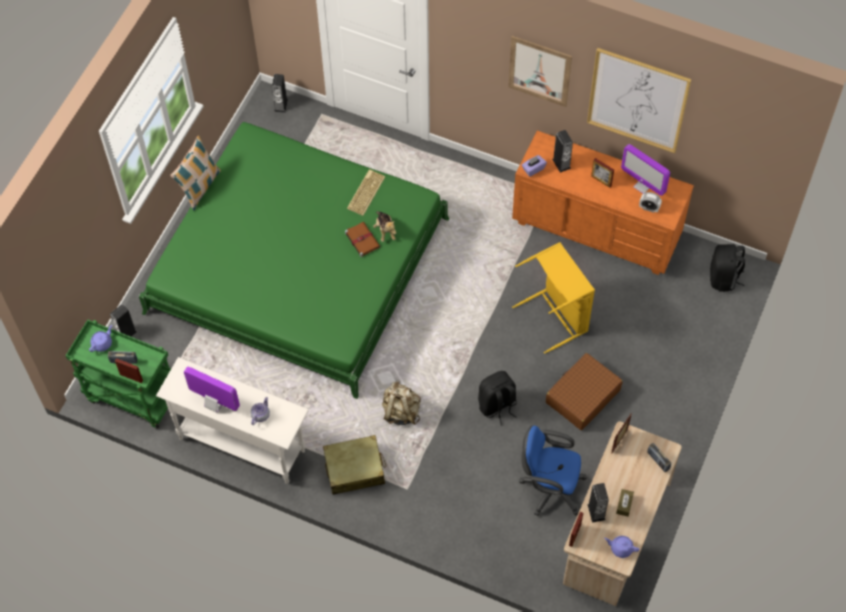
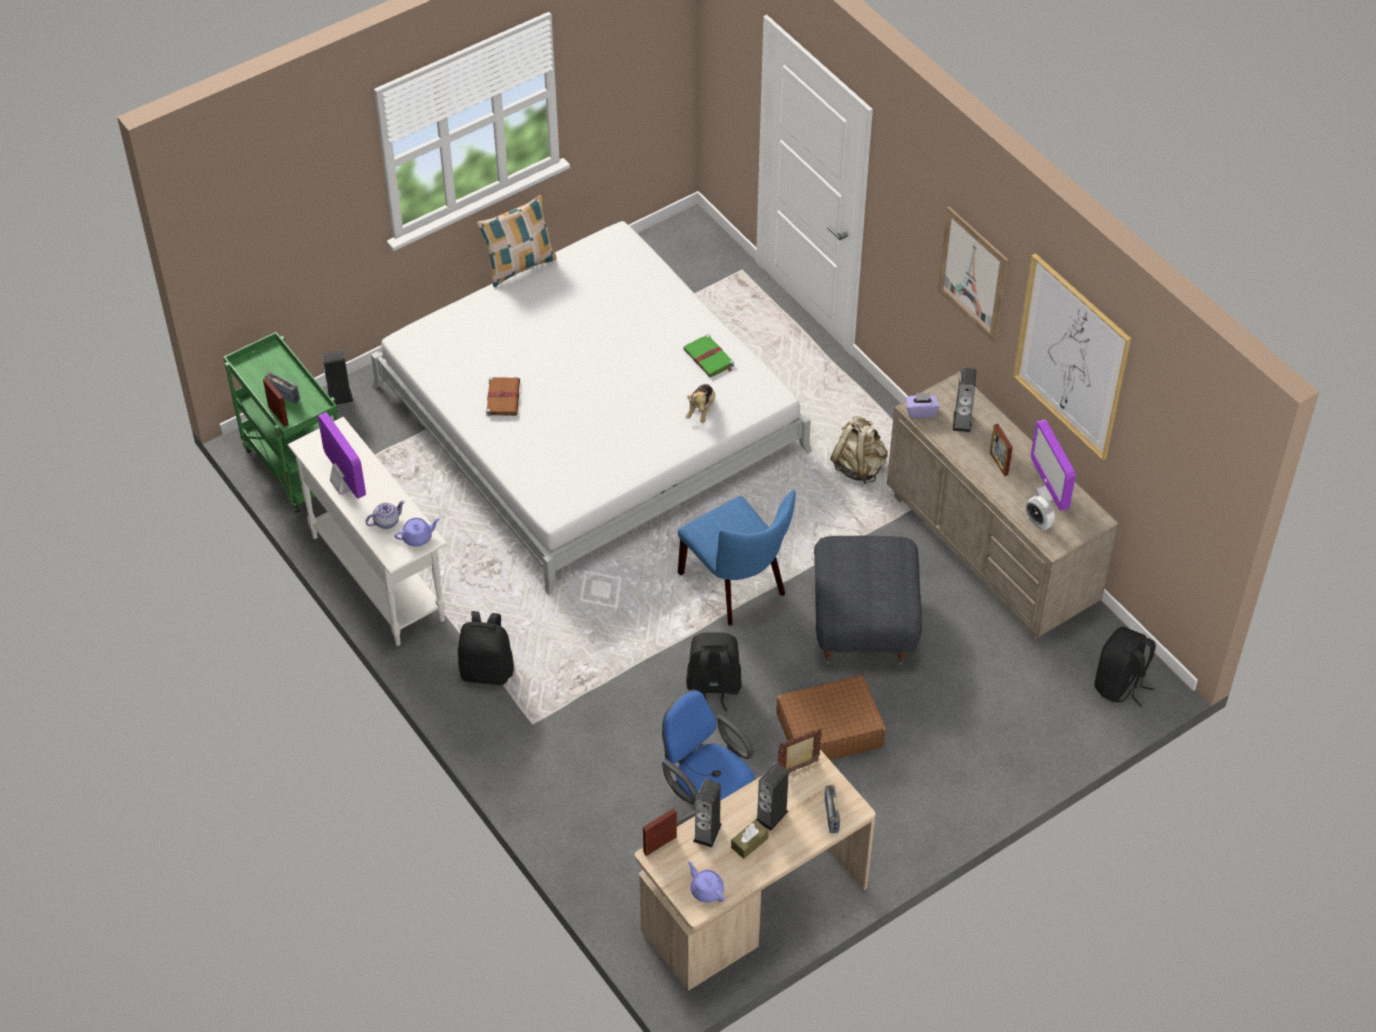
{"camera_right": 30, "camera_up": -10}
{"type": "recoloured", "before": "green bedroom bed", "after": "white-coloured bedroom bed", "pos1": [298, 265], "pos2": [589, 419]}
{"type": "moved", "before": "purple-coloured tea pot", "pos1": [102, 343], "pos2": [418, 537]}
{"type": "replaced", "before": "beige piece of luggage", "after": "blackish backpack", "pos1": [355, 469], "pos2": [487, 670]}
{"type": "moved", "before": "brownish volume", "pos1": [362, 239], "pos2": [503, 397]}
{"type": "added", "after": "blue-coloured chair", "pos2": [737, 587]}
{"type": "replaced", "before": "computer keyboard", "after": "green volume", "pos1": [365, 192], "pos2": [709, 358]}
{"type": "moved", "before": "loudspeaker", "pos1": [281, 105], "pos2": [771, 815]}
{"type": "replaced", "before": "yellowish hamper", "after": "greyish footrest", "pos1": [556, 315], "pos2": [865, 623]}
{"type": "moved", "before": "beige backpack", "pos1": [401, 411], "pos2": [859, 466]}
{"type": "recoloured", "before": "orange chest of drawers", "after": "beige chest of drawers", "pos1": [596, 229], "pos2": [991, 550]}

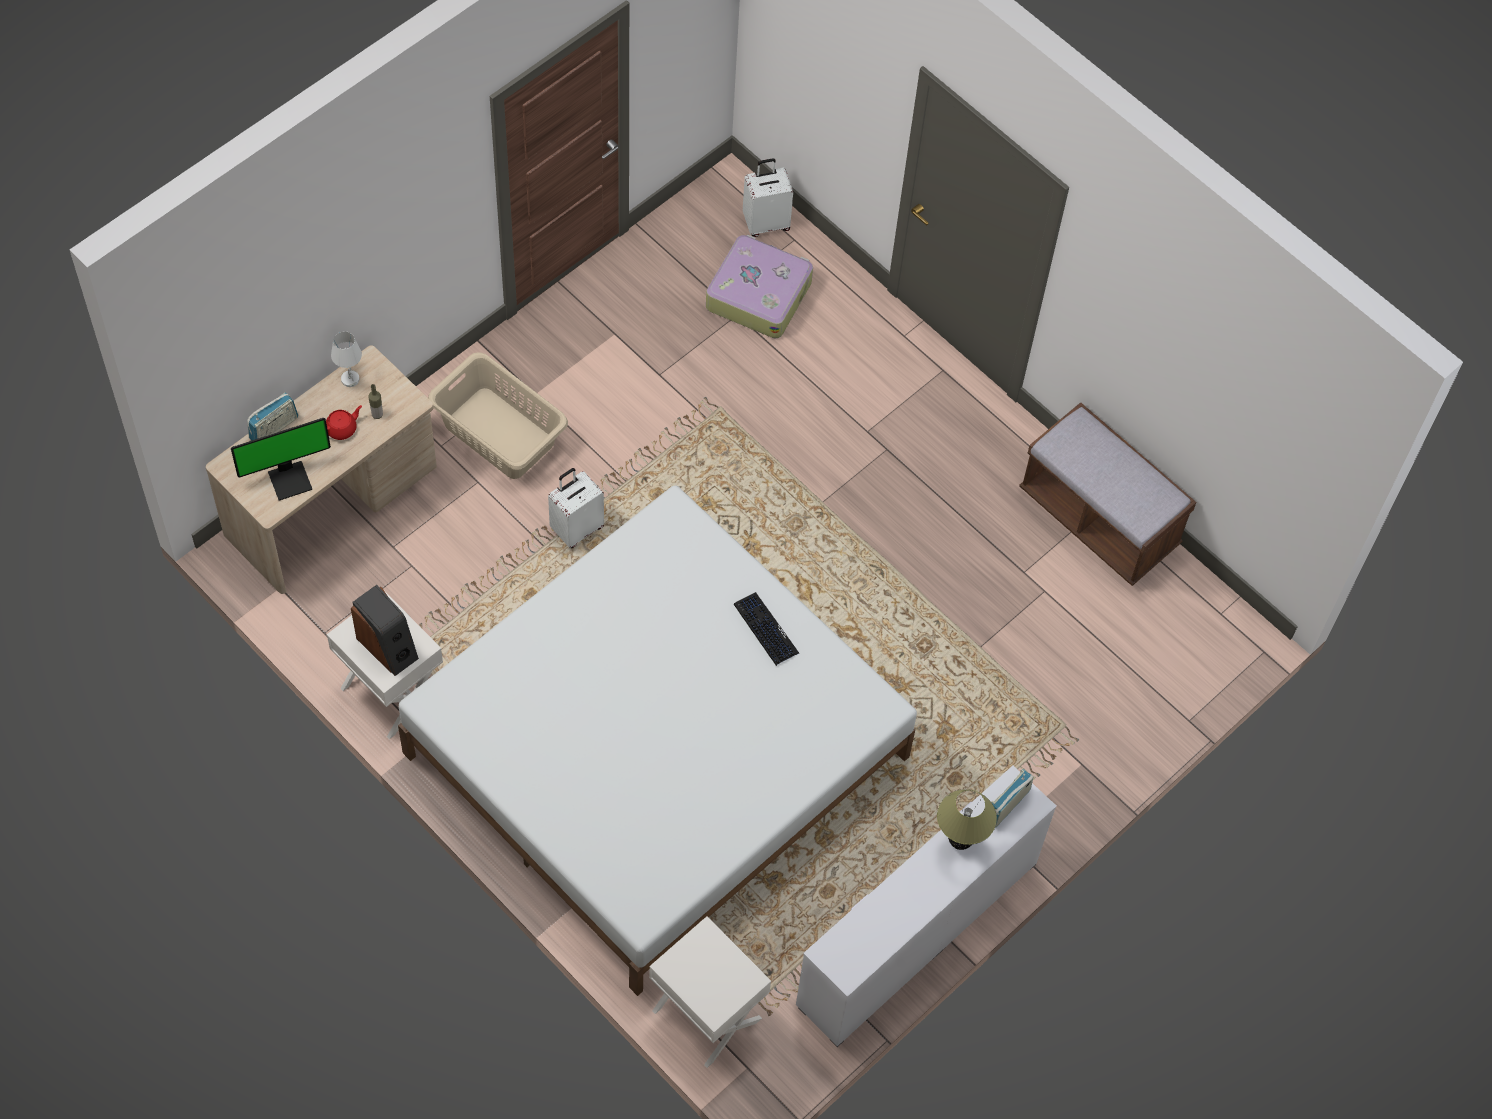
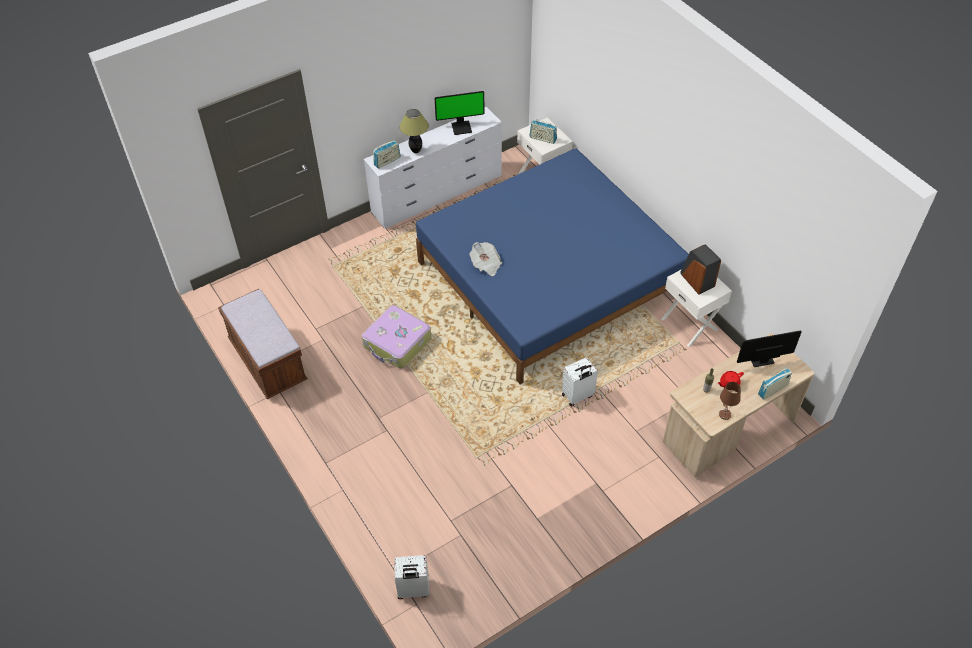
{"camera_right": -165, "camera_up": -10}
{"type": "moved", "before": "piece of luggage", "pos1": [758, 294], "pos2": [397, 343]}
{"type": "recoloured", "before": "white-coloured bedroom bed", "after": "blue-coloured bedroom bed", "pos1": [656, 754], "pos2": [549, 279]}
{"type": "added", "after": "computer screen", "pos2": [461, 127]}
{"type": "replaced", "before": "computer keyboard", "after": "daily paper", "pos1": [765, 629], "pos2": [486, 265]}
{"type": "added", "after": "radio receiver", "pos2": [543, 139]}
{"type": "recoloured", "before": "white-coloured lamp for a table", "after": "brownish lamp for a table", "pos1": [350, 379], "pos2": [724, 414]}
{"type": "removed", "before": "beige hamper", "pos1": [499, 432]}

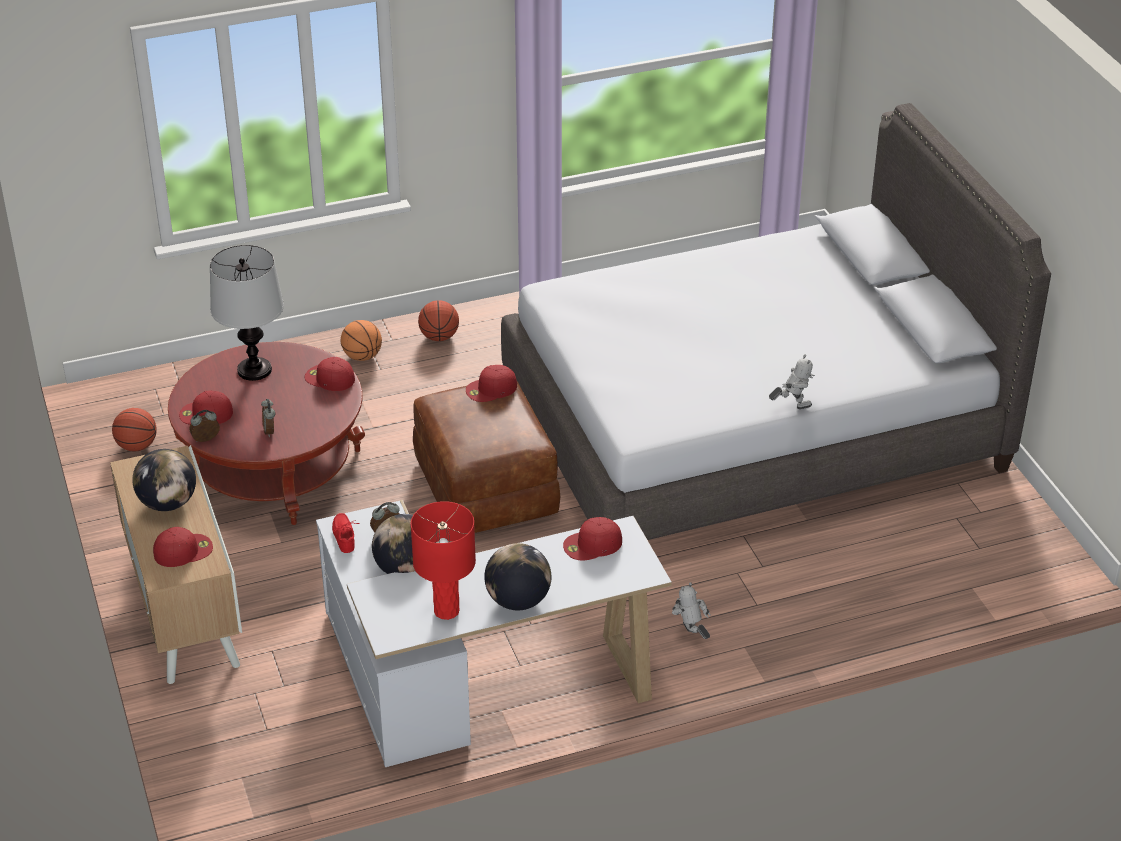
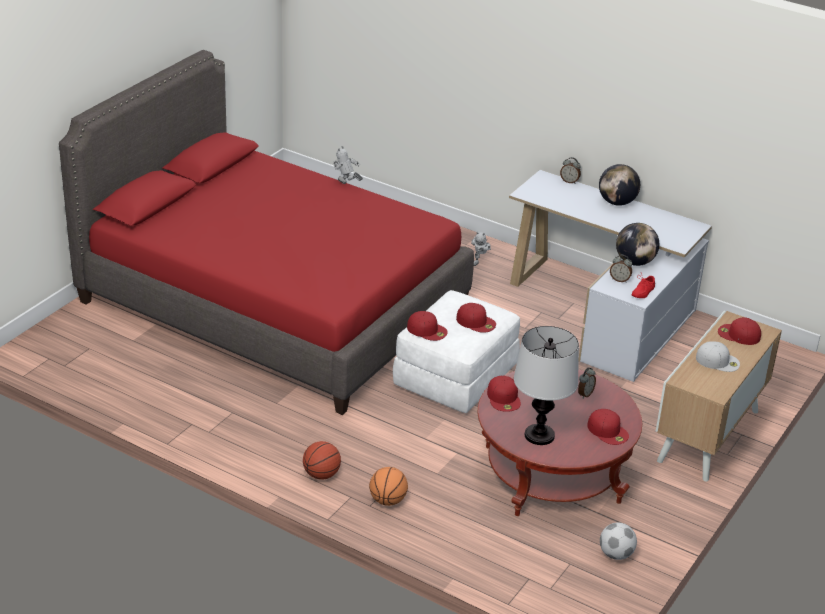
{"camera_right": -130, "camera_up": -5}
{"type": "recoloured", "before": "greyish bedroom bed", "after": "reddish bedroom bed", "pos1": [752, 426], "pos2": [273, 304]}
{"type": "recoloured", "before": "brownish footrest", "after": "white-coloured footrest", "pos1": [487, 488], "pos2": [455, 376]}
{"type": "moved", "before": "reddish baseball cap", "pos1": [592, 544], "pos2": [476, 322]}
{"type": "moved", "before": "bedside clock", "pos1": [206, 440], "pos2": [569, 181]}
{"type": "replaced", "before": "basketball", "after": "football ball", "pos1": [137, 446], "pos2": [616, 554]}
{"type": "replaced", "before": "desk globe", "after": "white-coloured baseball cap", "pos1": [168, 503], "pos2": [718, 361]}
{"type": "removed", "before": "reddish lamp for a table", "pos1": [446, 610]}

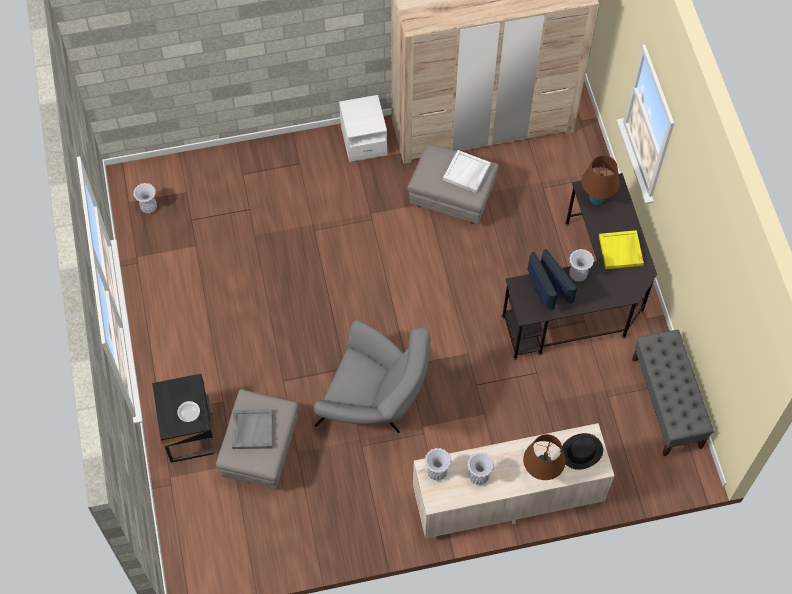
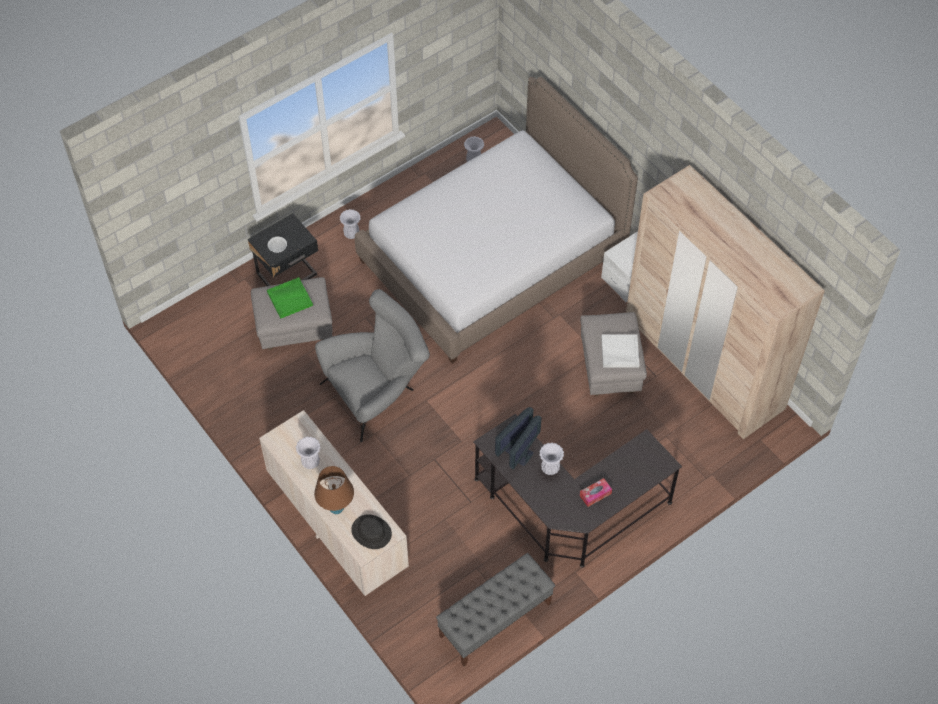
{"camera_right": 65, "camera_up": -5}
{"type": "recoloured", "before": "greyish serving tray", "after": "green serving tray", "pos1": [252, 429], "pos2": [290, 298]}
{"type": "turned", "before": "greyish easy chair", "pos1": [375, 404], "pos2": [377, 391], "turn": -120}
{"type": "moved", "before": "white-coloured flower vase", "pos1": [436, 473], "pos2": [351, 234]}
{"type": "added", "after": "bedroom bed", "pos2": [493, 257]}
{"type": "replaced", "before": "yellowish serving tray", "after": "tissue box", "pos1": [621, 251], "pos2": [595, 494]}
{"type": "removed", "before": "brownish lamp for a table", "pos1": [596, 199]}

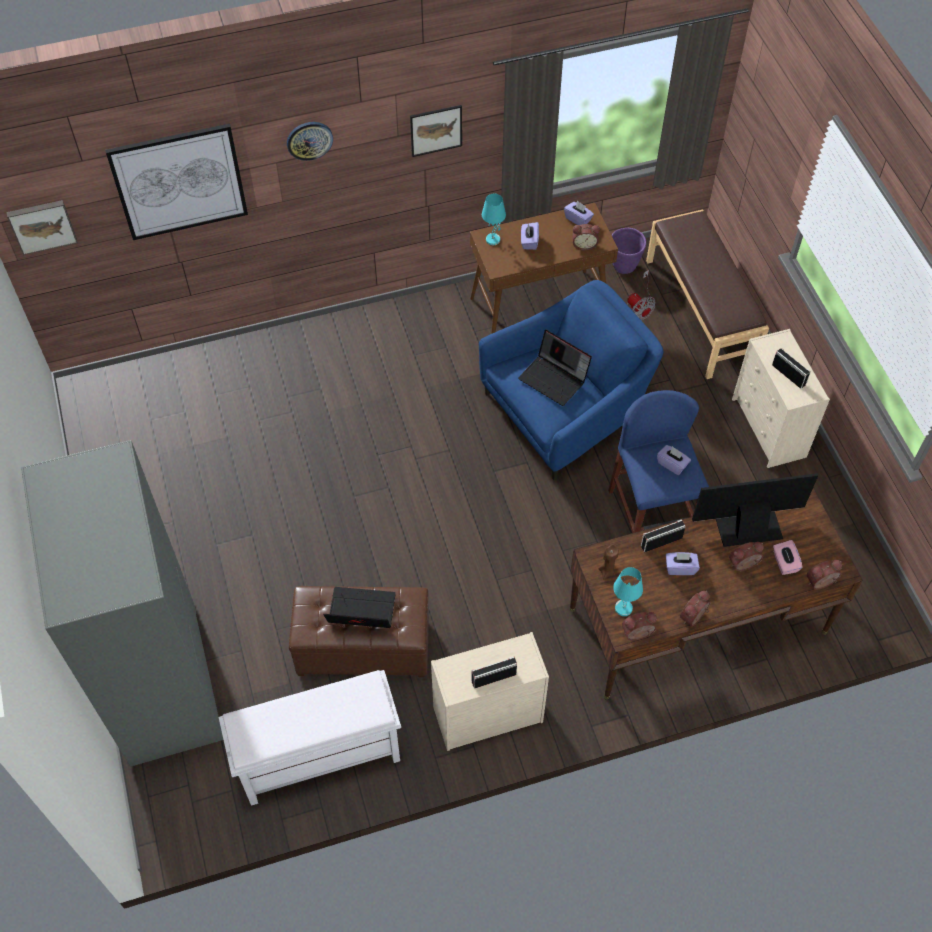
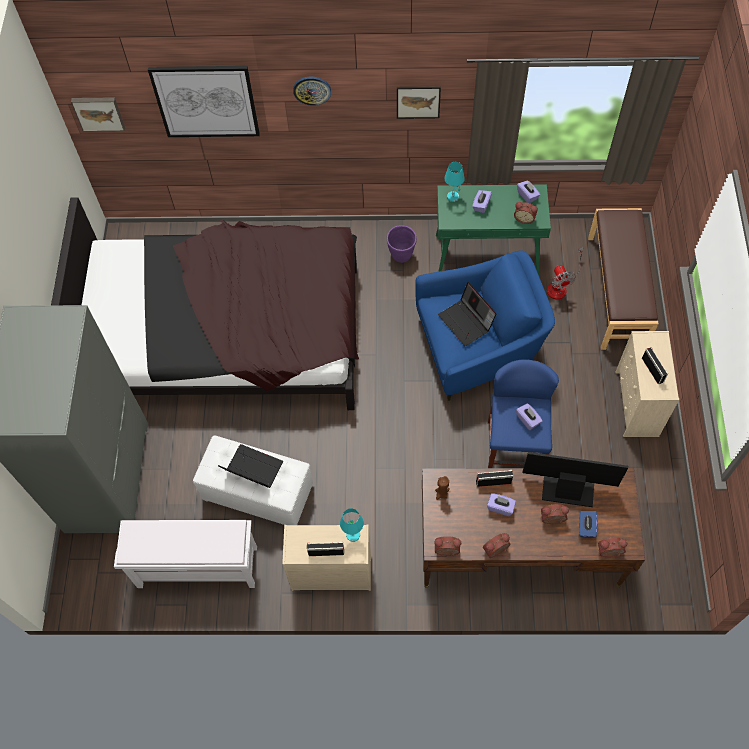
{"camera_right": 20, "camera_up": 5}
{"type": "added", "after": "bedroom bed", "pos2": [226, 332]}
{"type": "recoloured", "before": "brownish footrest", "after": "white-coloured footrest", "pos1": [363, 648], "pos2": [257, 493]}
{"type": "moved", "before": "blue-green lamp for a table", "pos1": [623, 608], "pos2": [352, 534]}
{"type": "moved", "before": "purple-coloured planter", "pos1": [624, 267], "pos2": [401, 256]}
{"type": "recoloured", "before": "brownish console table", "after": "green console table", "pos1": [539, 308], "pos2": [487, 256]}
{"type": "recoloured", "before": "pink tissue box", "after": "blue-coloured tissue box", "pos1": [784, 563], "pos2": [586, 527]}

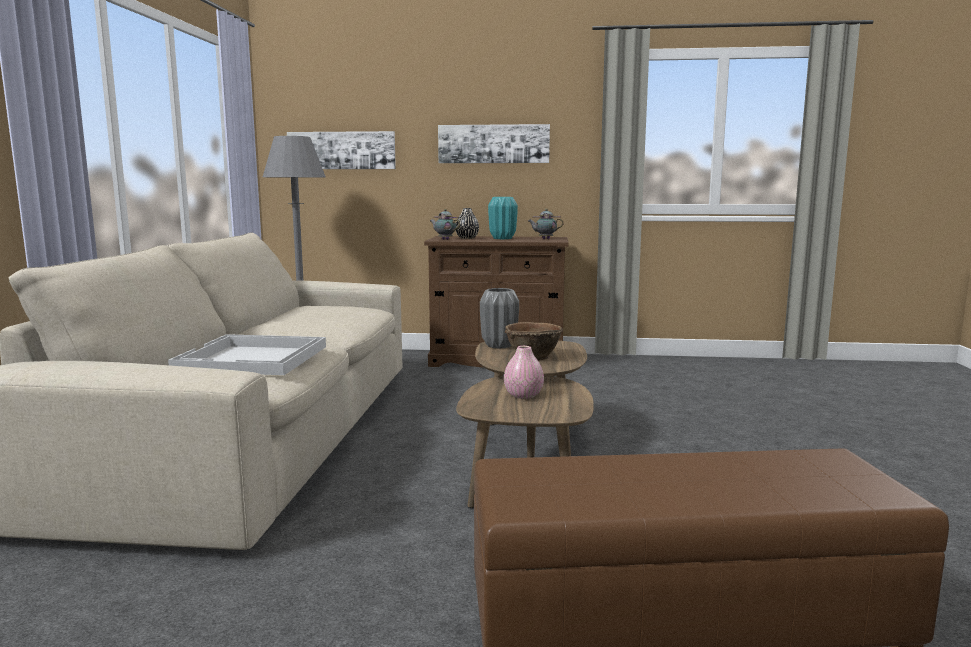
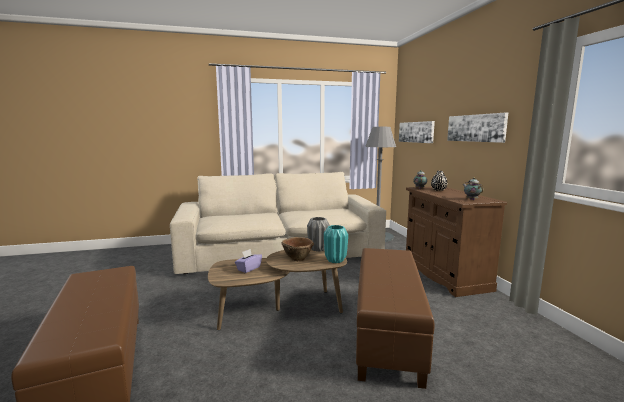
{"camera_right": 70, "camera_up": 0}
{"type": "replaced", "before": "pink flower vase", "after": "purple-coloured tissue box", "pos1": [523, 395], "pos2": [248, 268]}
{"type": "moved", "before": "blue-green flower vase", "pos1": [503, 238], "pos2": [335, 260]}
{"type": "added", "after": "brownish footrest", "pos2": [388, 333]}
{"type": "removed", "before": "white-coloured serving tray", "pos1": [253, 358]}

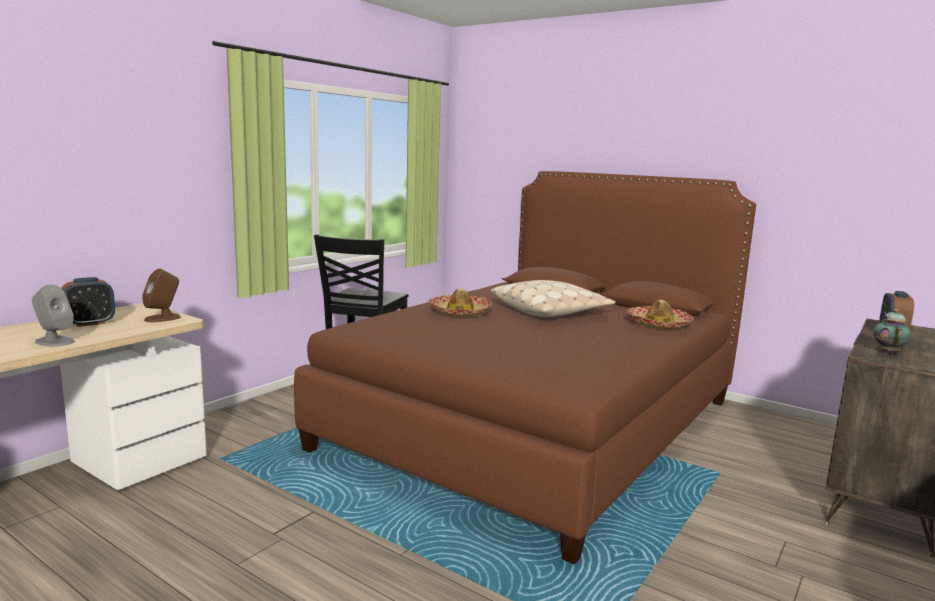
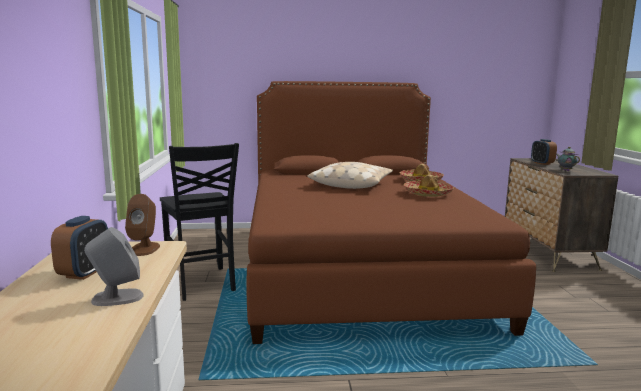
{"camera_right": -40, "camera_up": 0}
{"type": "moved", "before": "clothing hat", "pos1": [459, 312], "pos2": [428, 193]}

